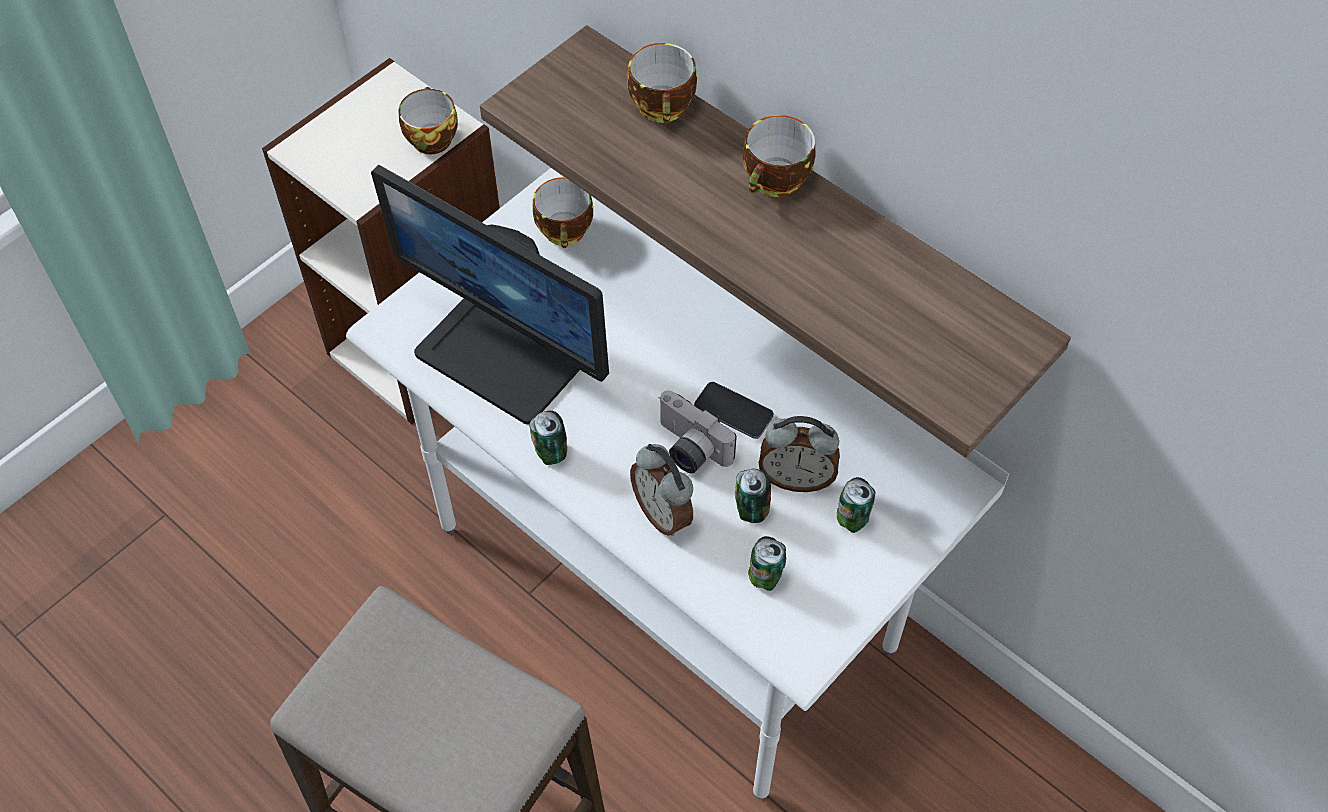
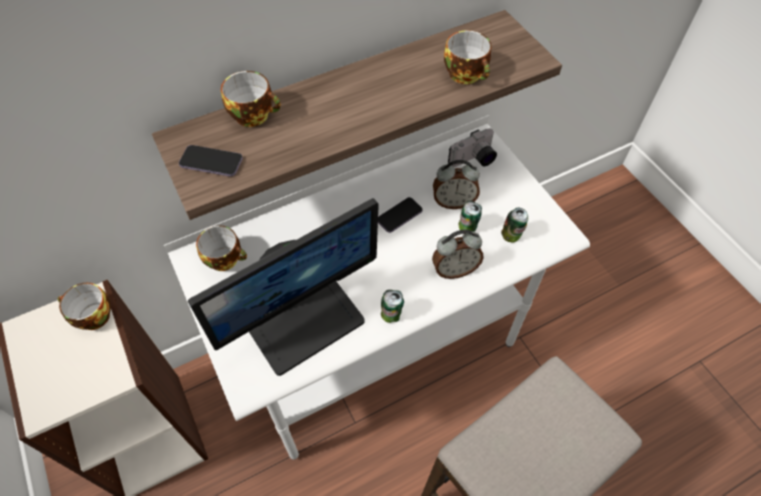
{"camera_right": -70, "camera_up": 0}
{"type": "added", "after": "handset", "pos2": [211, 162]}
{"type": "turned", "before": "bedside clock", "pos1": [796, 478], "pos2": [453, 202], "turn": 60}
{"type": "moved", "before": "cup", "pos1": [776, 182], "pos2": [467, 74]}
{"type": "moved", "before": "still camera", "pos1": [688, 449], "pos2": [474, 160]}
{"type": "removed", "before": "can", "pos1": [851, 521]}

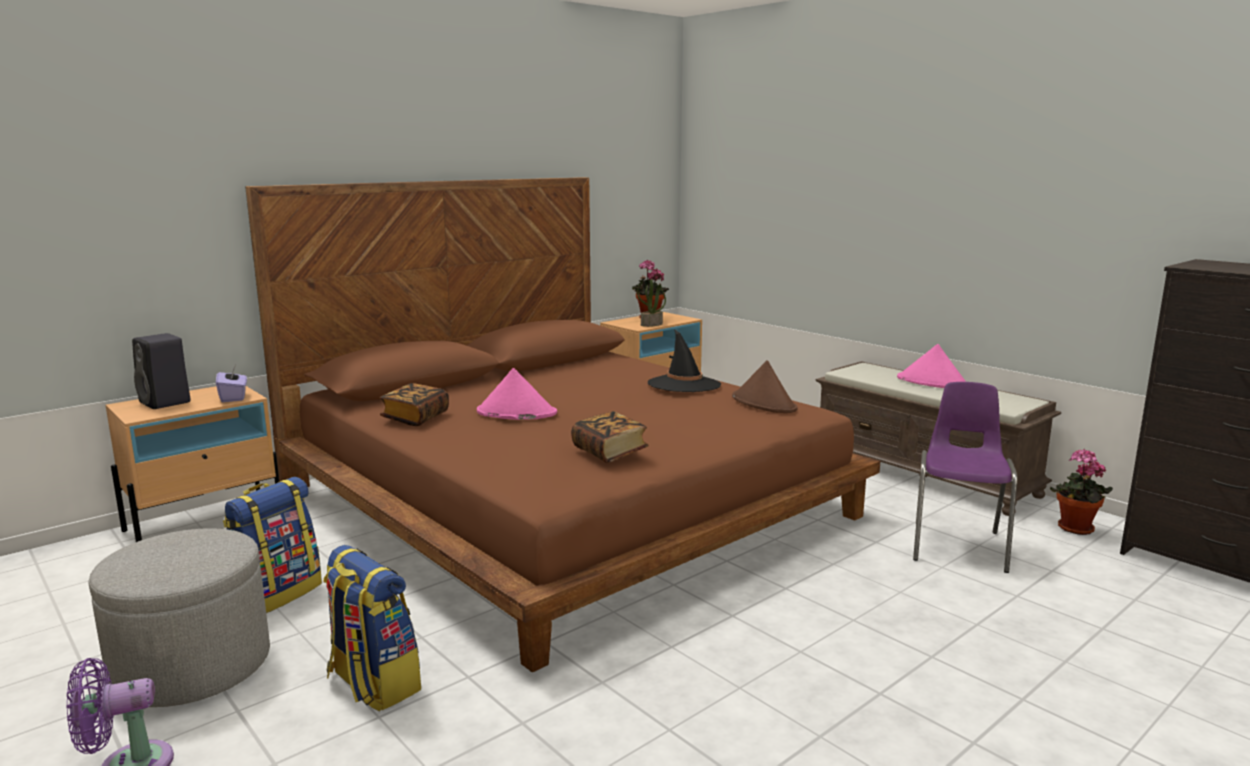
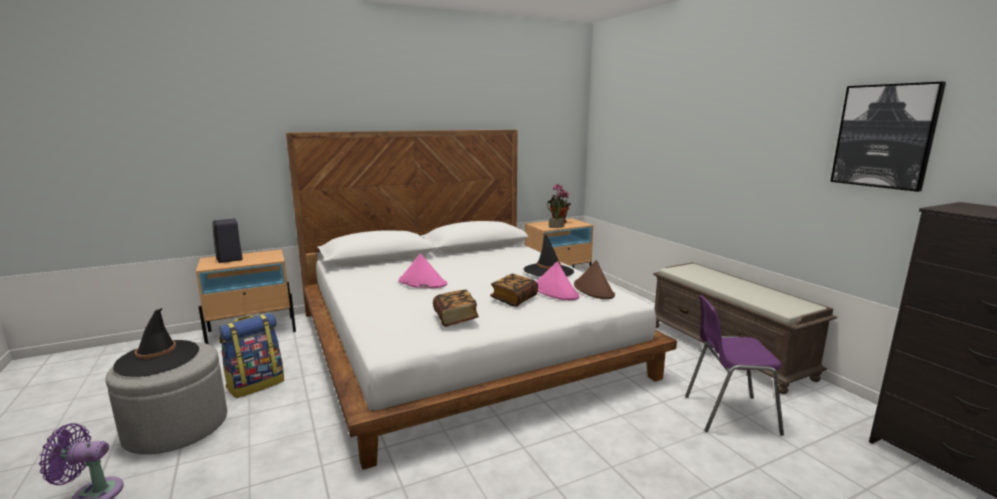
{"camera_right": 15, "camera_up": 0}
{"type": "added", "after": "blackish clothing hat", "pos2": [158, 358]}
{"type": "recoloured", "before": "brownish bedroom bed", "after": "white-coloured bedroom bed", "pos1": [566, 502], "pos2": [463, 342]}
{"type": "moved", "before": "volume", "pos1": [415, 418], "pos2": [514, 299]}
{"type": "moved", "before": "pink clothing hat", "pos1": [932, 382], "pos2": [555, 292]}
{"type": "turned", "before": "purple-coloured chair", "pos1": [958, 545], "pos2": [728, 414], "turn": -120}
{"type": "added", "after": "wall art", "pos2": [884, 136]}
{"type": "removed", "before": "purple-coloured tissue box", "pos1": [234, 397]}
{"type": "removed", "before": "backpack", "pos1": [372, 684]}
{"type": "removed", "before": "plant in a pot", "pos1": [1074, 529]}

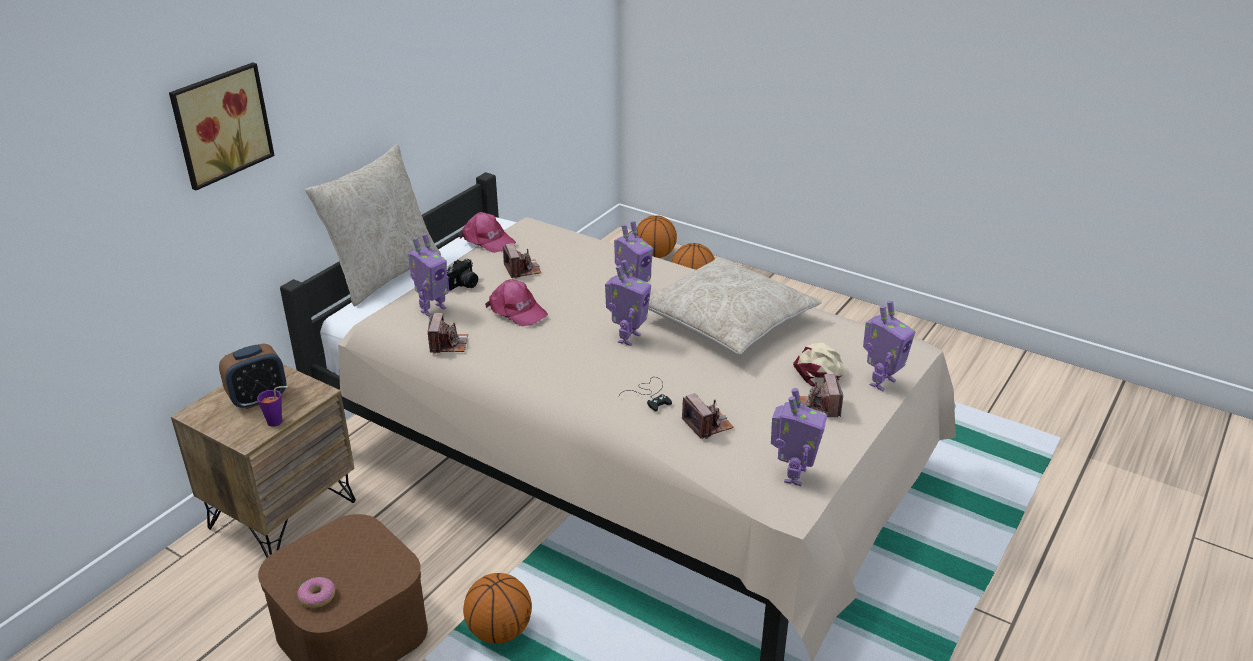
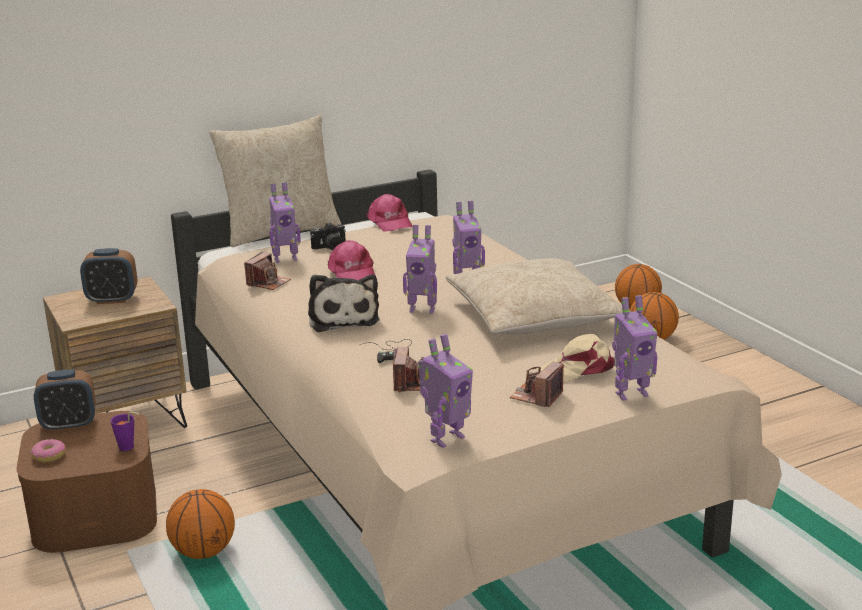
{"camera_right": 30, "camera_up": -10}
{"type": "added", "after": "bedside clock", "pos2": [69, 425]}
{"type": "moved", "before": "purple-coloured cup", "pos1": [278, 422], "pos2": [129, 448]}
{"type": "added", "after": "plush toy", "pos2": [343, 318]}
{"type": "turned", "before": "robot figure", "pos1": [627, 338], "pos2": [422, 309], "turn": 45}
{"type": "turned", "before": "beige baseball cap", "pos1": [819, 369], "pos2": [578, 369], "turn": -150}
{"type": "removed", "before": "wall art", "pos1": [219, 124]}
{"type": "removed", "before": "still camera", "pos1": [522, 270]}

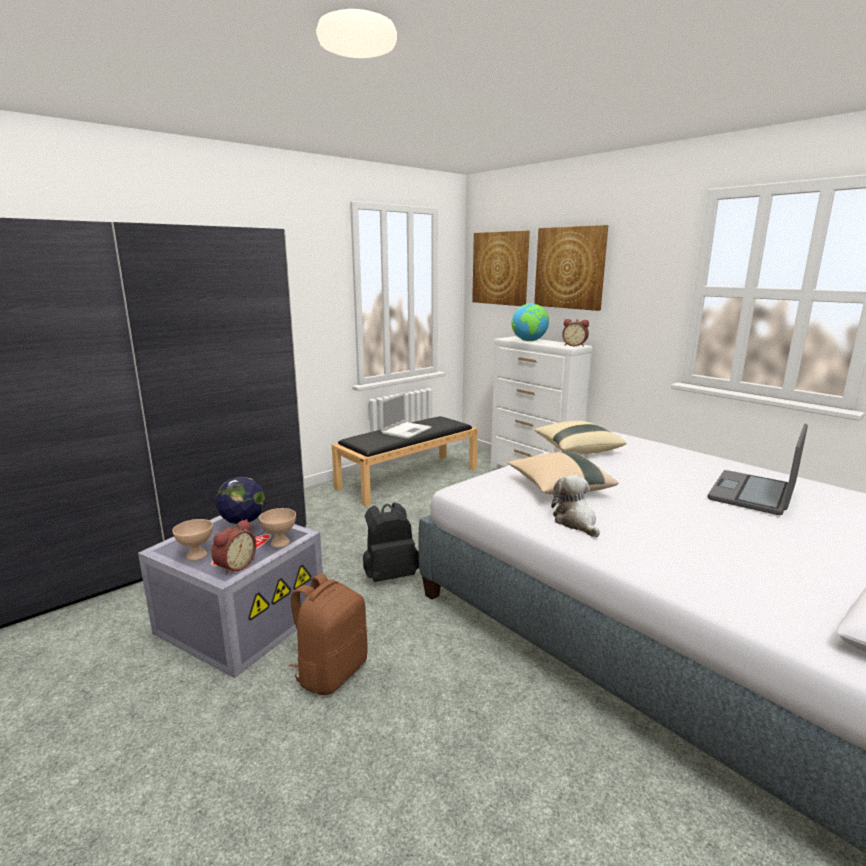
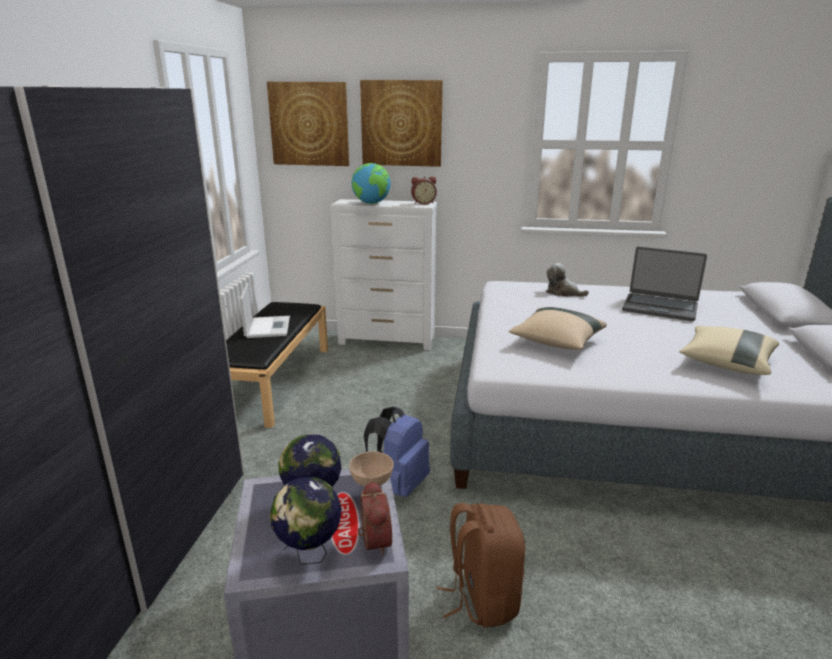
{"camera_right": -40, "camera_up": 5}
{"type": "replaced", "before": "beige serving bowl", "after": "desk globe", "pos1": [197, 556], "pos2": [310, 555]}
{"type": "recoloured", "before": "blackish backpack", "after": "blue-coloured backpack", "pos1": [389, 575], "pos2": [399, 485]}
{"type": "moved", "before": "plush toy", "pos1": [576, 522], "pos2": [563, 293]}
{"type": "turned", "before": "laptop", "pos1": [753, 494], "pos2": [660, 308], "turn": -60}
{"type": "moved", "before": "beige pillow", "pos1": [576, 449], "pos2": [726, 363]}

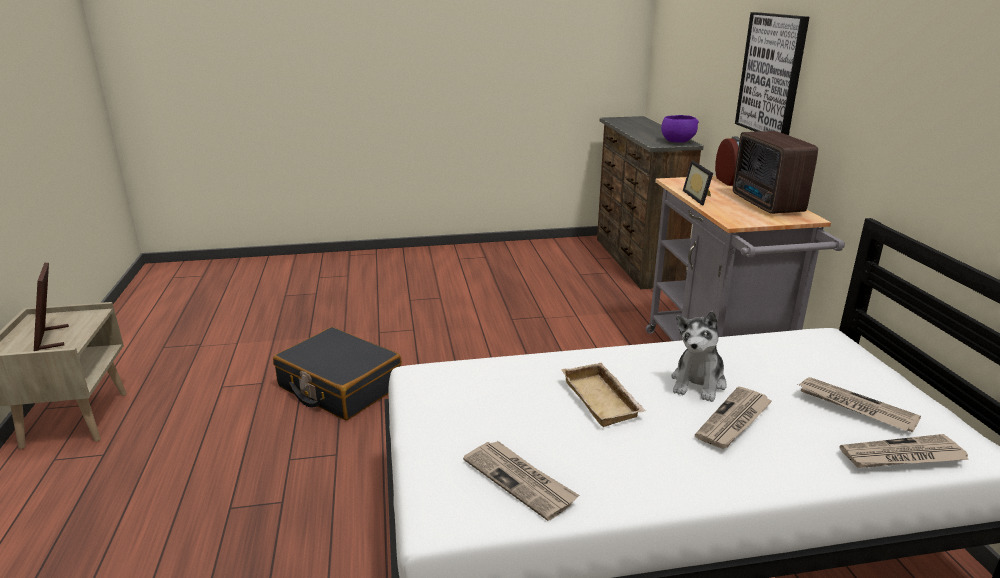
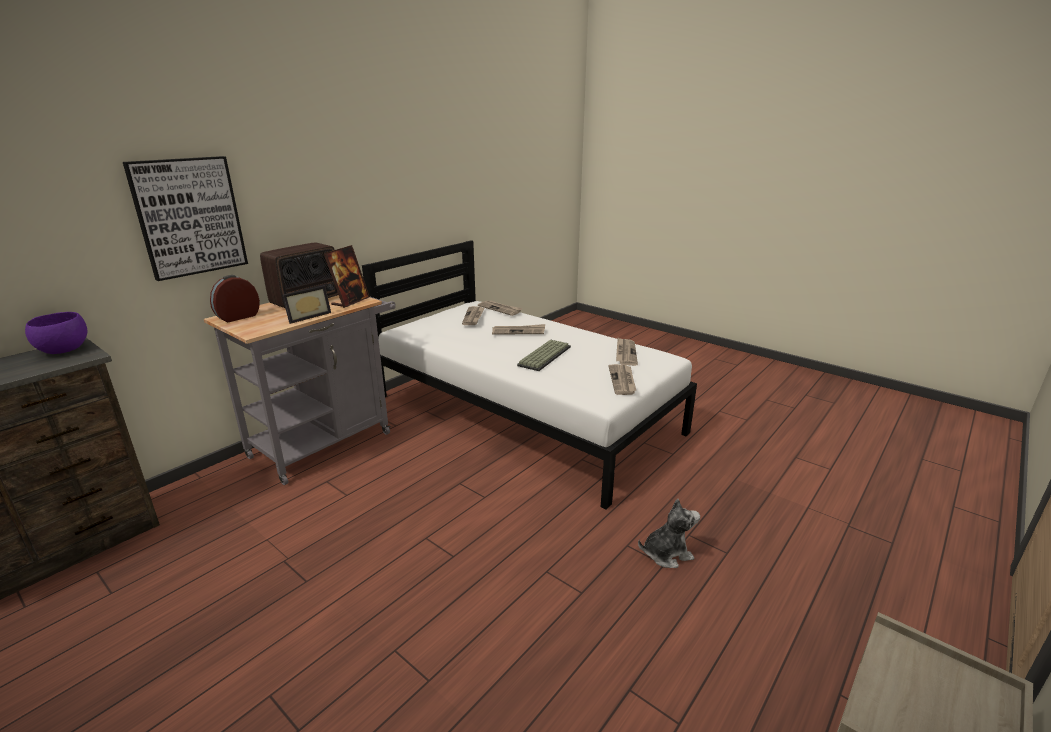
{"camera_right": -130, "camera_up": 0}
{"type": "moved", "before": "photo frame", "pos1": [52, 338], "pos2": [350, 301]}
{"type": "replaced", "before": "beige serving tray", "after": "computer keyboard", "pos1": [603, 400], "pos2": [544, 355]}
{"type": "added", "after": "daily paper", "pos2": [622, 381]}
{"type": "moved", "before": "plush toy", "pos1": [698, 383], "pos2": [666, 554]}
{"type": "removed", "before": "blackish piece of luggage", "pos1": [339, 387]}

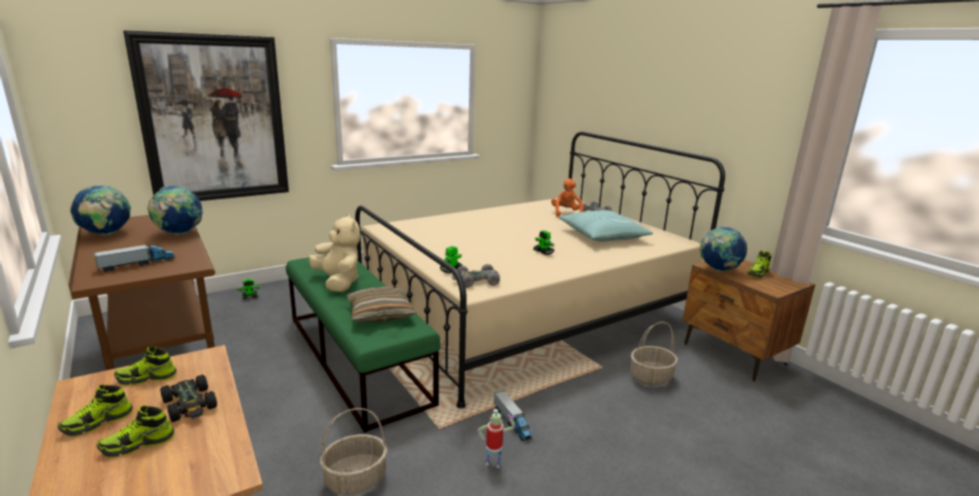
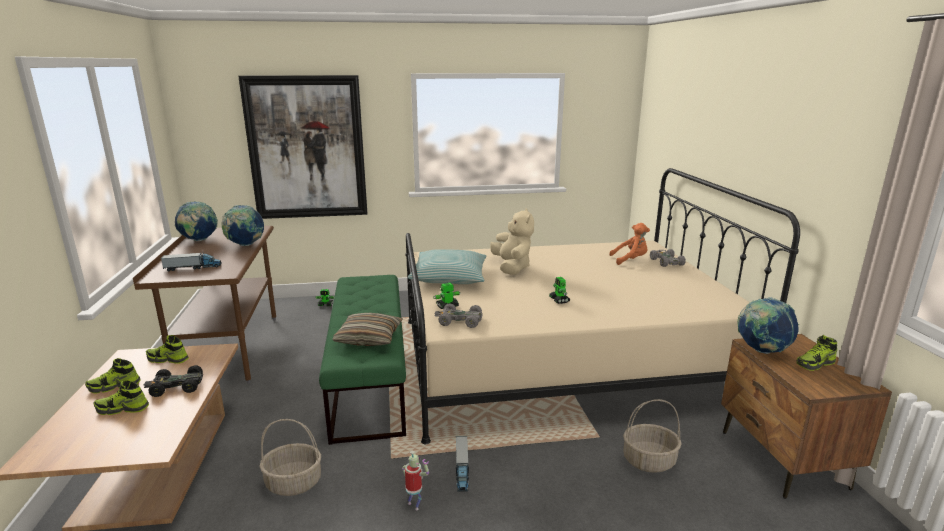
{"camera_right": 25, "camera_up": 0}
{"type": "turned", "before": "blackish model car", "pos1": [190, 404], "pos2": [176, 387], "turn": 90}
{"type": "moved", "before": "pillow", "pos1": [603, 235], "pos2": [449, 276]}
{"type": "moved", "before": "beige plush toy", "pos1": [338, 282], "pos2": [512, 267]}
{"type": "turned", "before": "orange plush toy", "pos1": [566, 214], "pos2": [630, 260], "turn": 60}

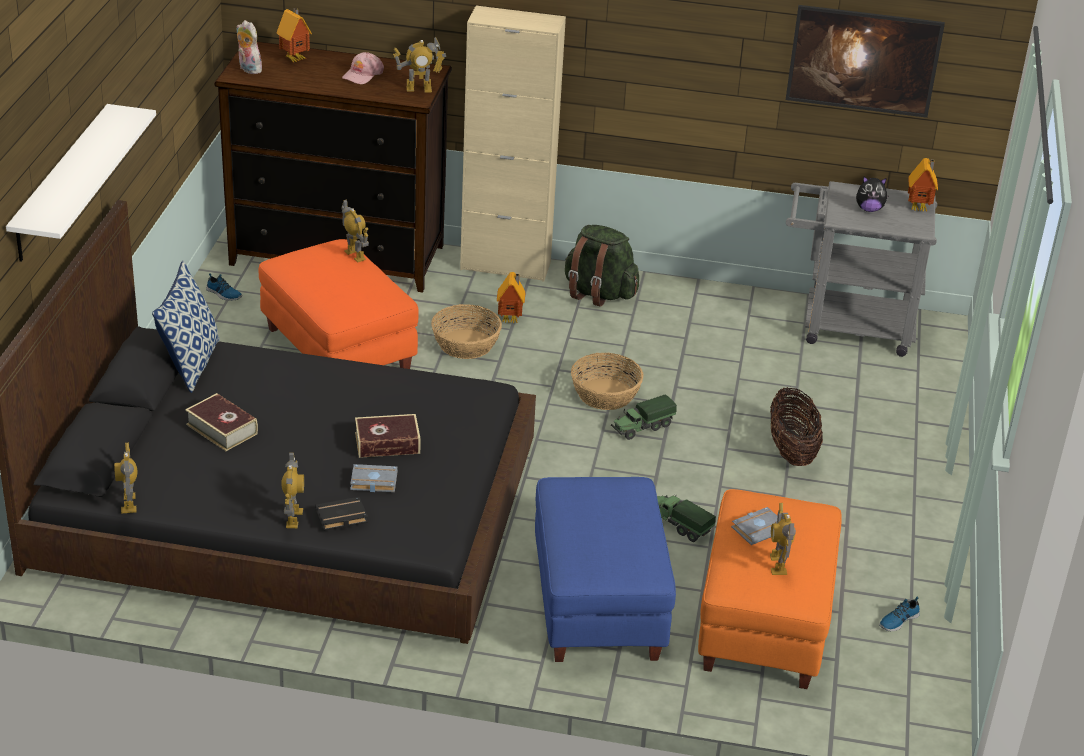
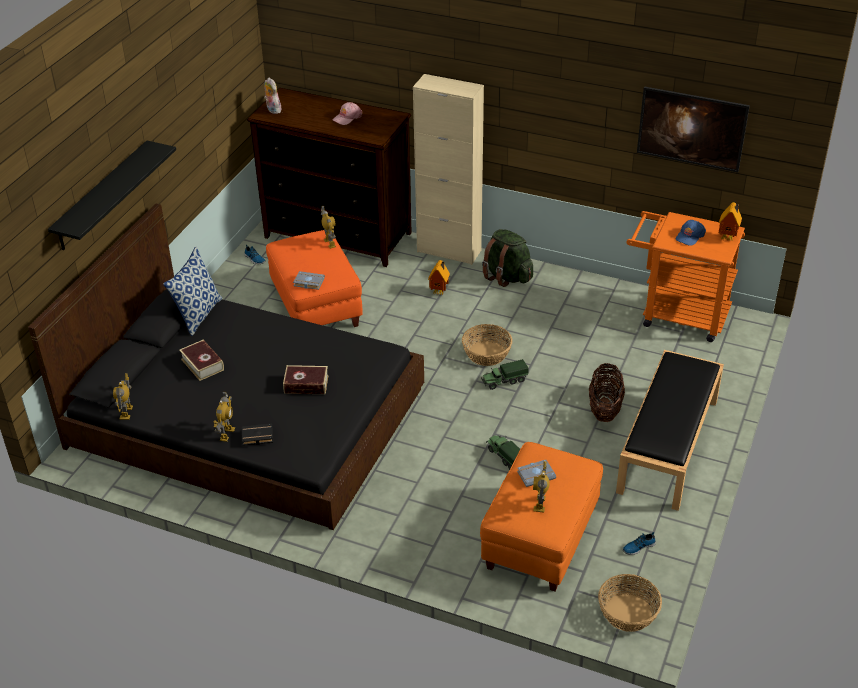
{"camera_right": 15, "camera_up": 5}
{"type": "recoloured", "before": "white-coloured bracket shelf", "after": "blackish bracket shelf", "pos1": [61, 183], "pos2": [102, 196]}
{"type": "moved", "before": "greyish volume", "pos1": [372, 482], "pos2": [308, 283]}
{"type": "moved", "before": "basket", "pos1": [466, 344], "pos2": [628, 612]}
{"type": "added", "after": "blackish long seat", "pos2": [668, 446]}
{"type": "recoloured", "before": "greyish cart", "after": "orange cart", "pos1": [846, 325], "pos2": [677, 314]}
{"type": "replaced", "before": "plush toy", "after": "blue-coloured baseball cap", "pos1": [869, 209], "pos2": [689, 236]}
{"type": "removed", "before": "model house", "pos1": [295, 58]}
{"type": "removed", "before": "robot figure", "pos1": [419, 89]}
{"type": "removed", "before": "blue-coloured footrest", "pos1": [599, 605]}

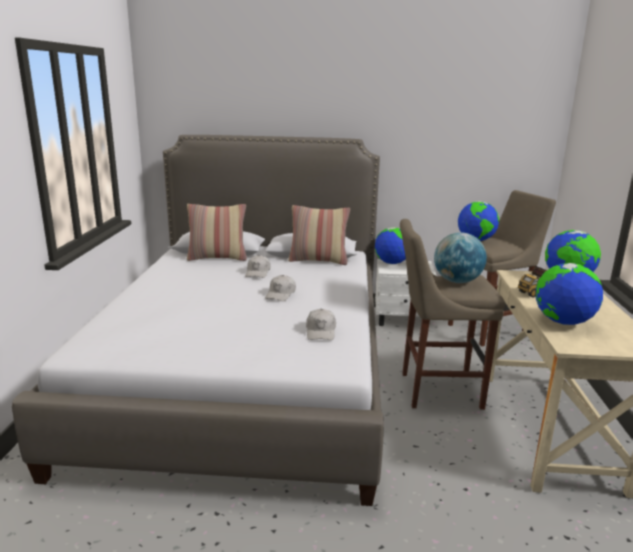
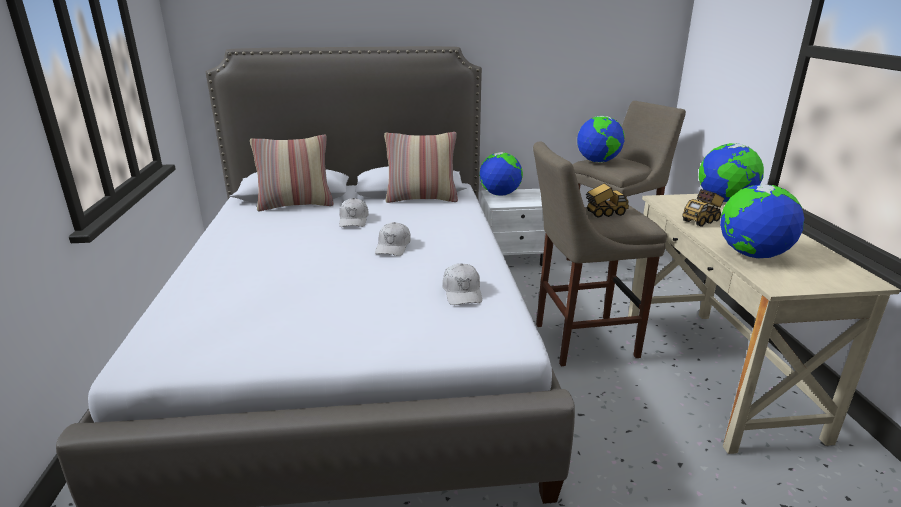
{"camera_right": -10, "camera_up": 5}
{"type": "replaced", "before": "desk globe", "after": "toy lorry", "pos1": [457, 281], "pos2": [604, 213]}

